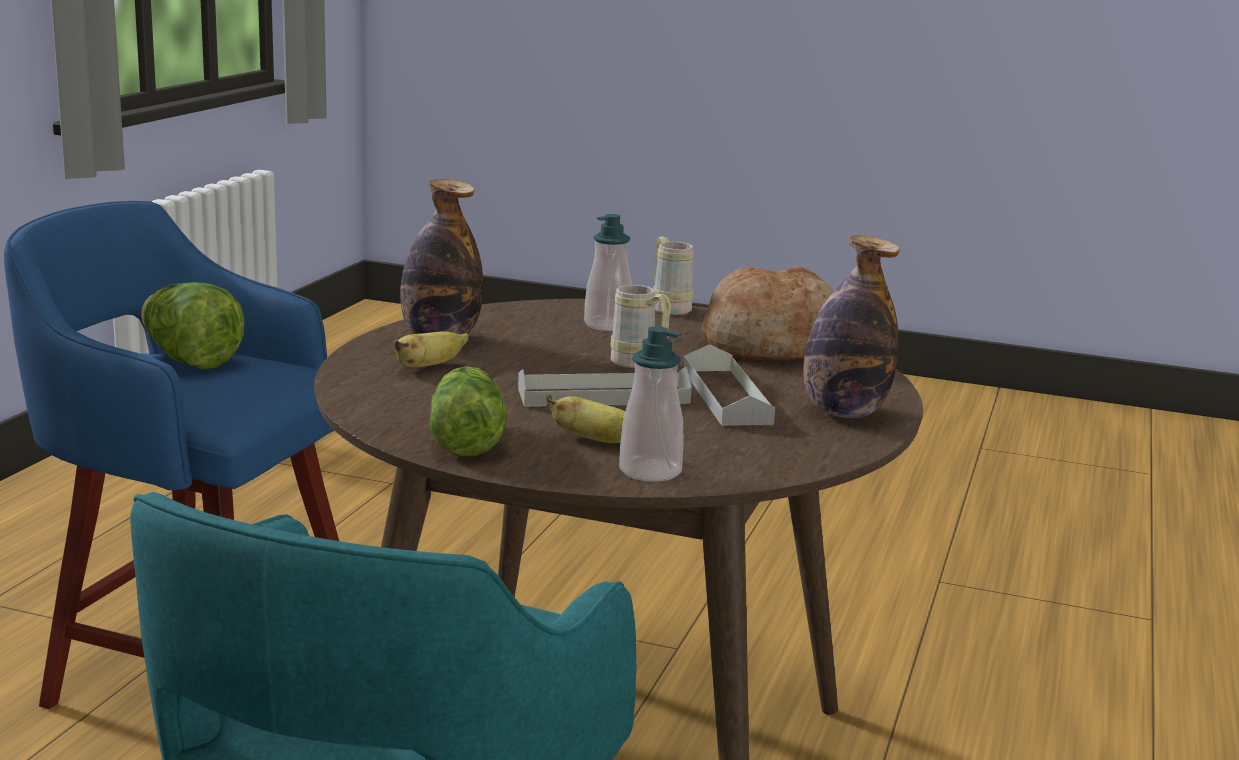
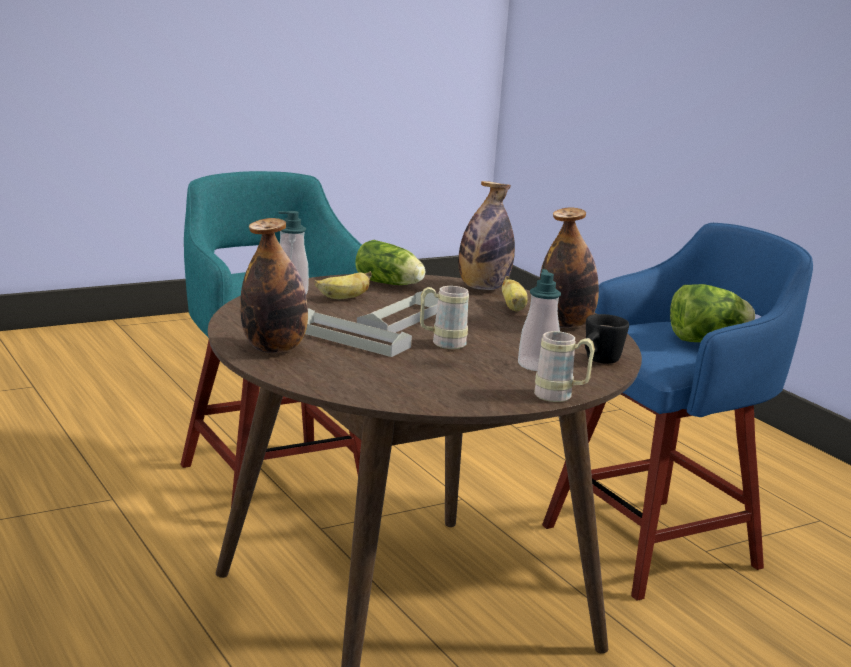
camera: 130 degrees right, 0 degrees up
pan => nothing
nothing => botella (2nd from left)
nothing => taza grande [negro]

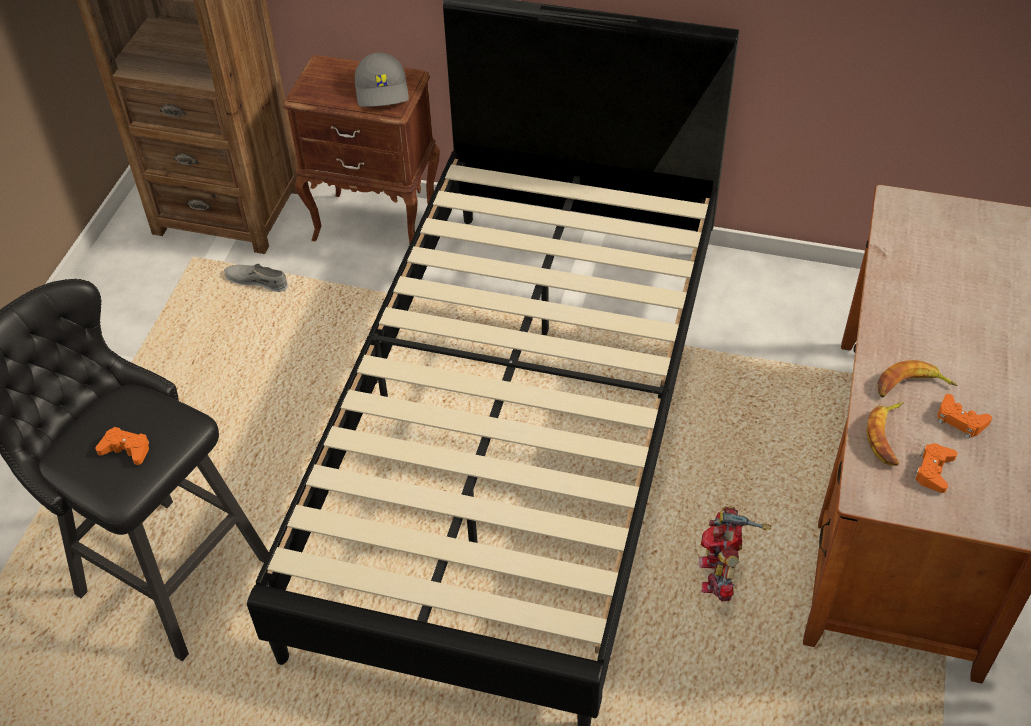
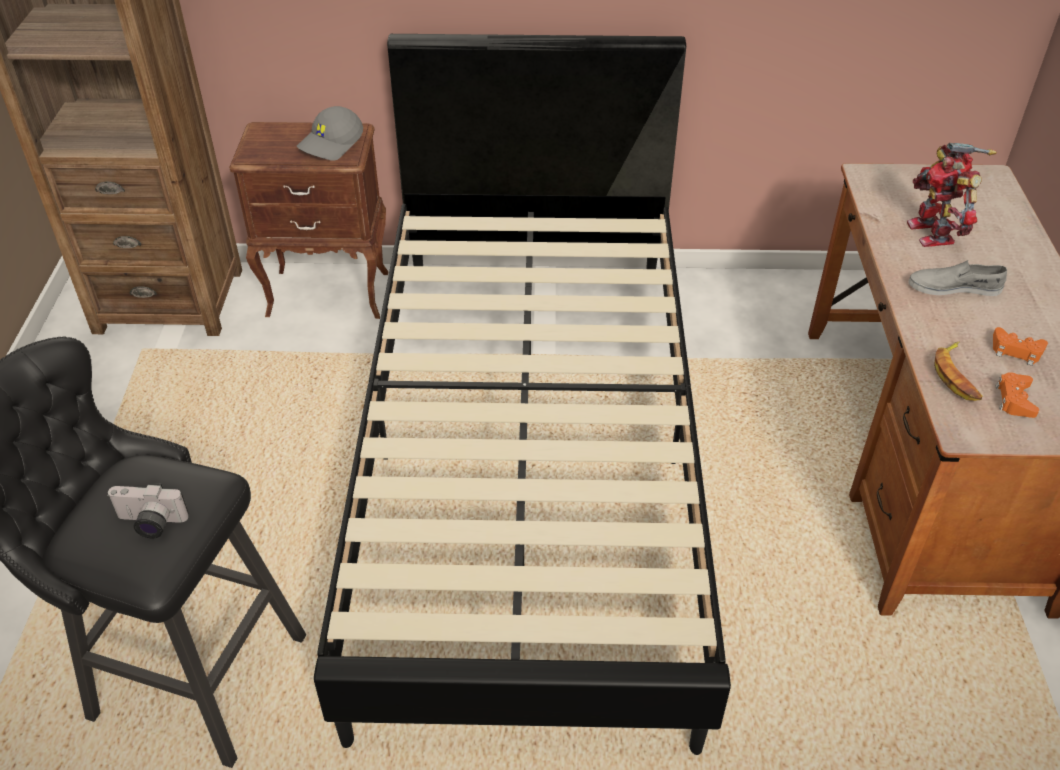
camera: 15 degrees left, 5 degrees down
mando de consola [naranja] (1st from left) => cámara
zapato [gris], move
gorra [gris], 60 degrees clockwise
robot de juguete, move
plátano (2nd from left) => nothing

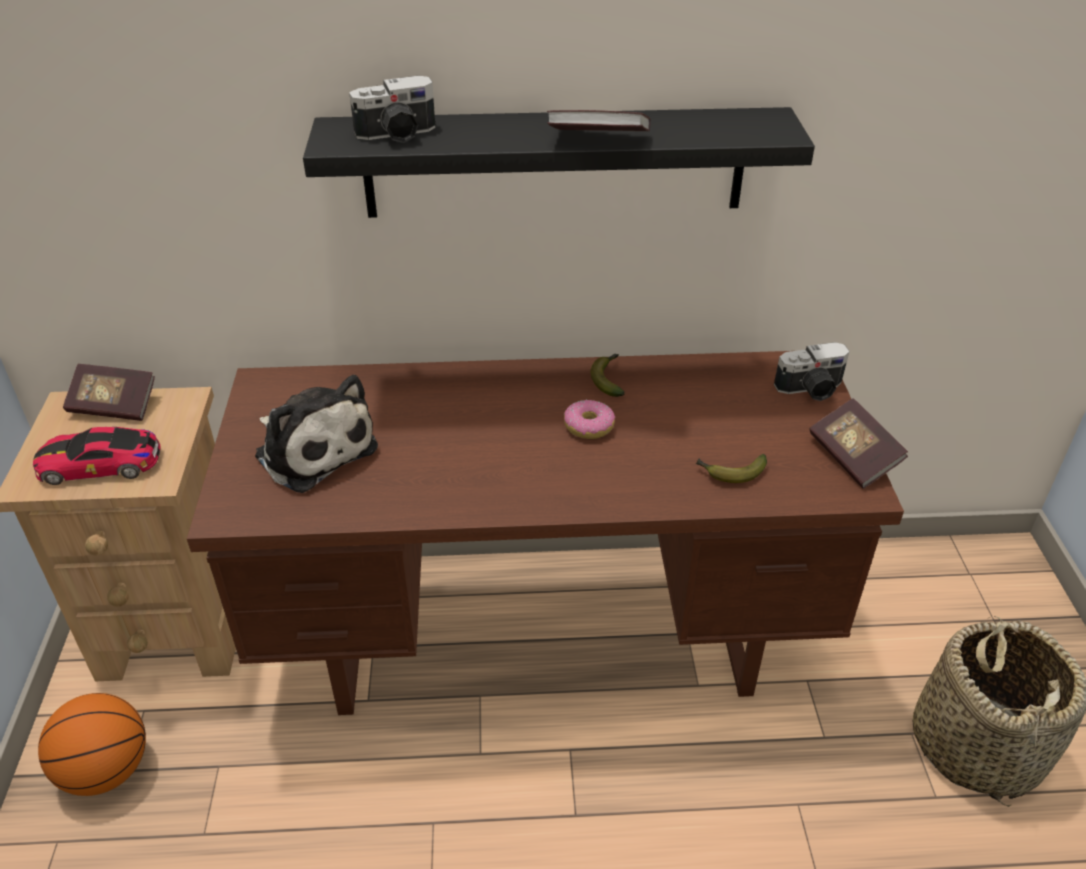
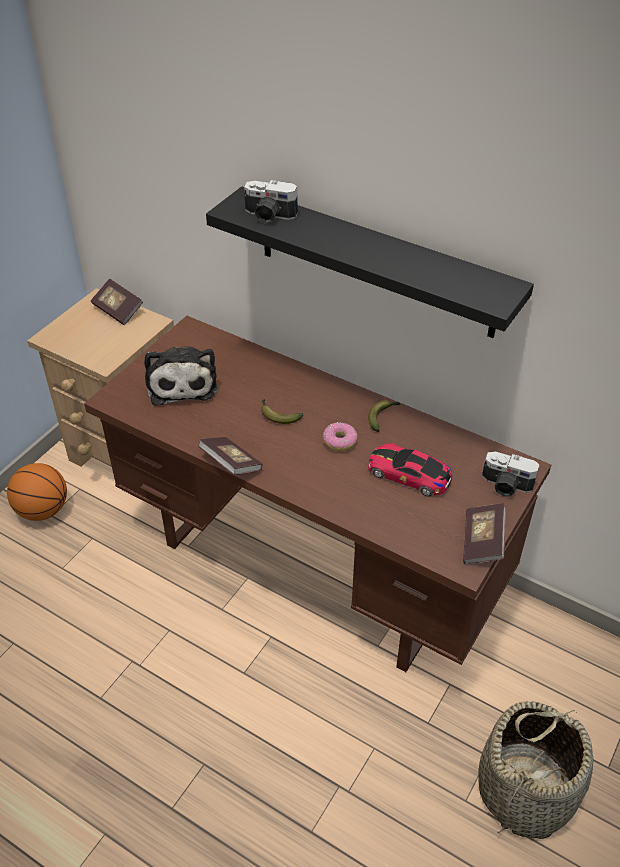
camera: 35 degrees right, 5 degrees up
coche de juguete, move
libro (2nd from left), move
plátano (2nd from left in the first image) => plátano (1st from left), move

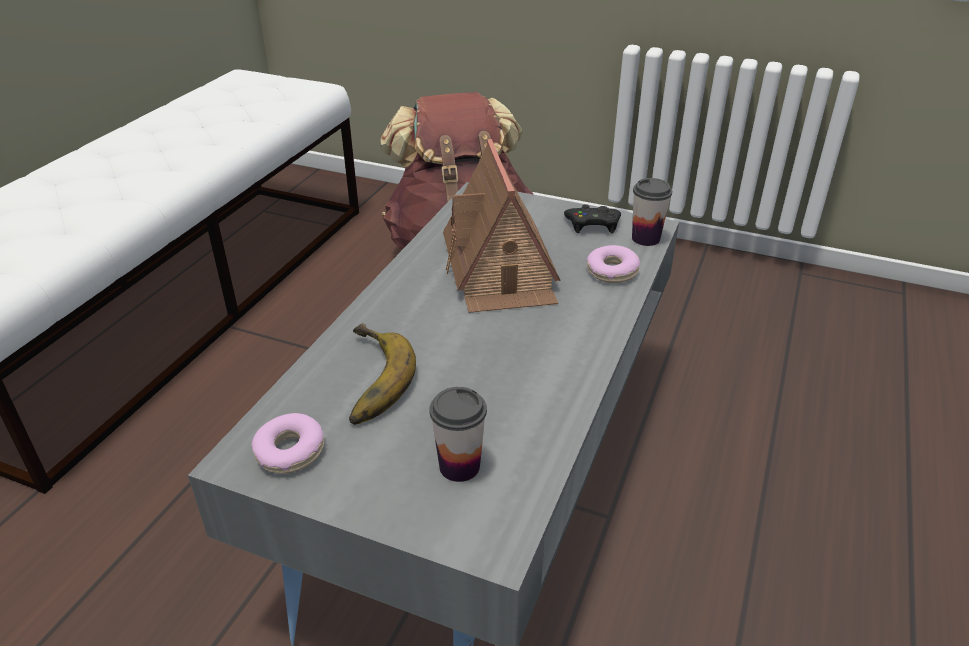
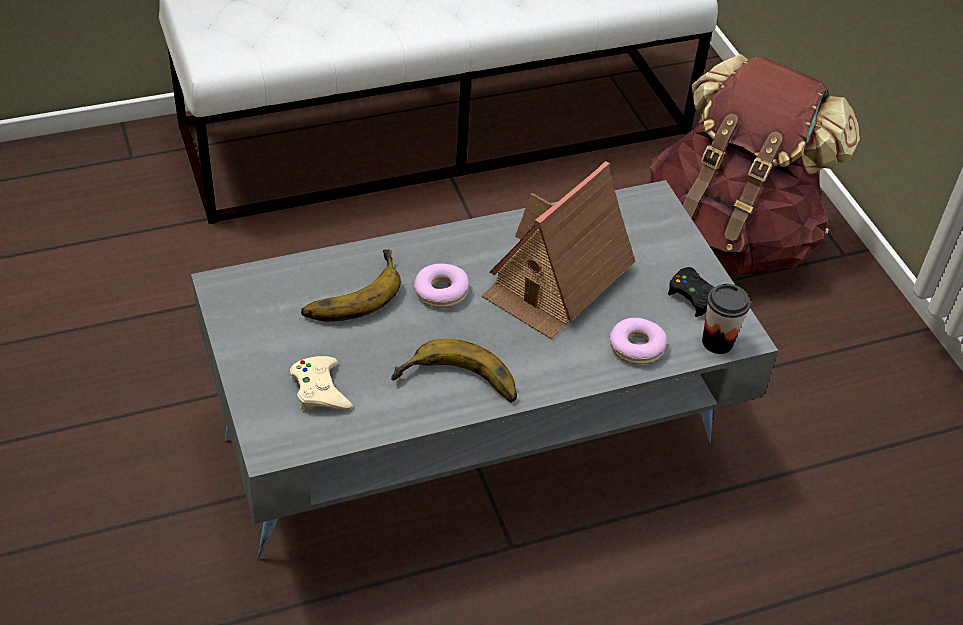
camera: 45 degrees right, 10 degrees up
rosquilla (1st from left), move
taza (1st from left) => mando de consola [beis]
nothing => plátano (2nd from left)

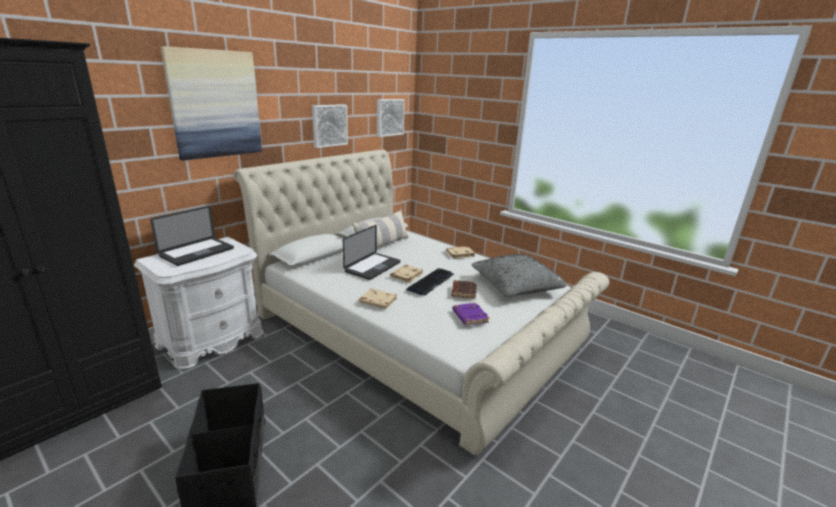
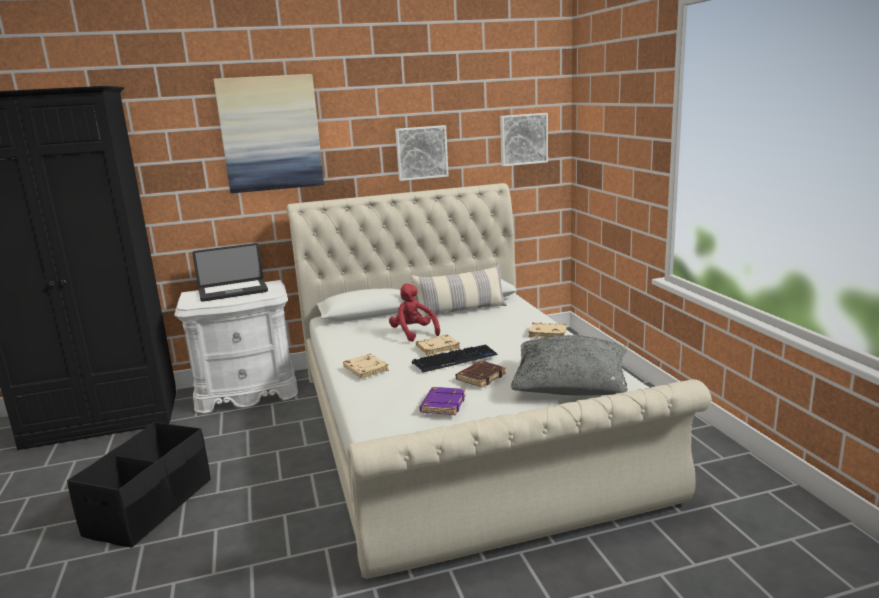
camera: 35 degrees right, 5 degrees down
portátil (2nd from left) => peluche [rojo]

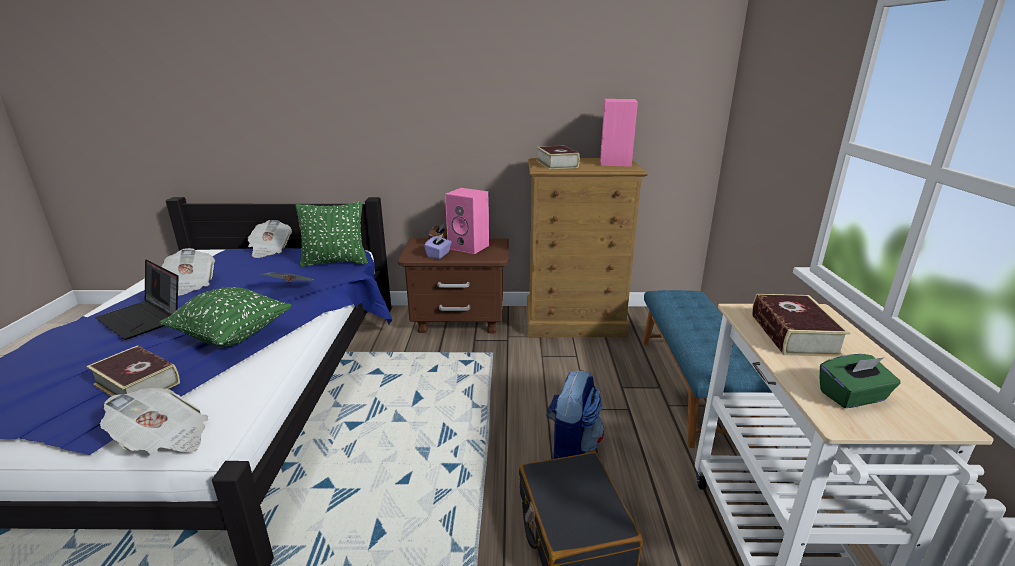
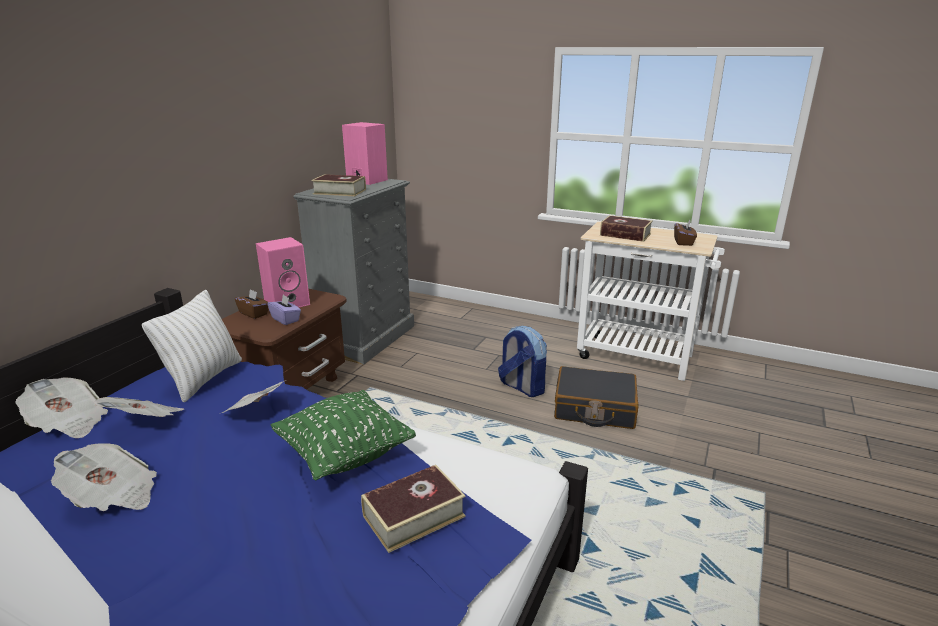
camera: 65 degrees left, 0 degrees up
portátil => nothing
periódico (1st from left in the first image) => periódico (3rd from left), move
cojín [verde] (2nd from left) => cojín [blanco]
cómoda [marrón] => cómoda [gris]
banco [azul] => nothing
caja de pañuelos [verde] => caja de pañuelos [marrón] (2nd from left)

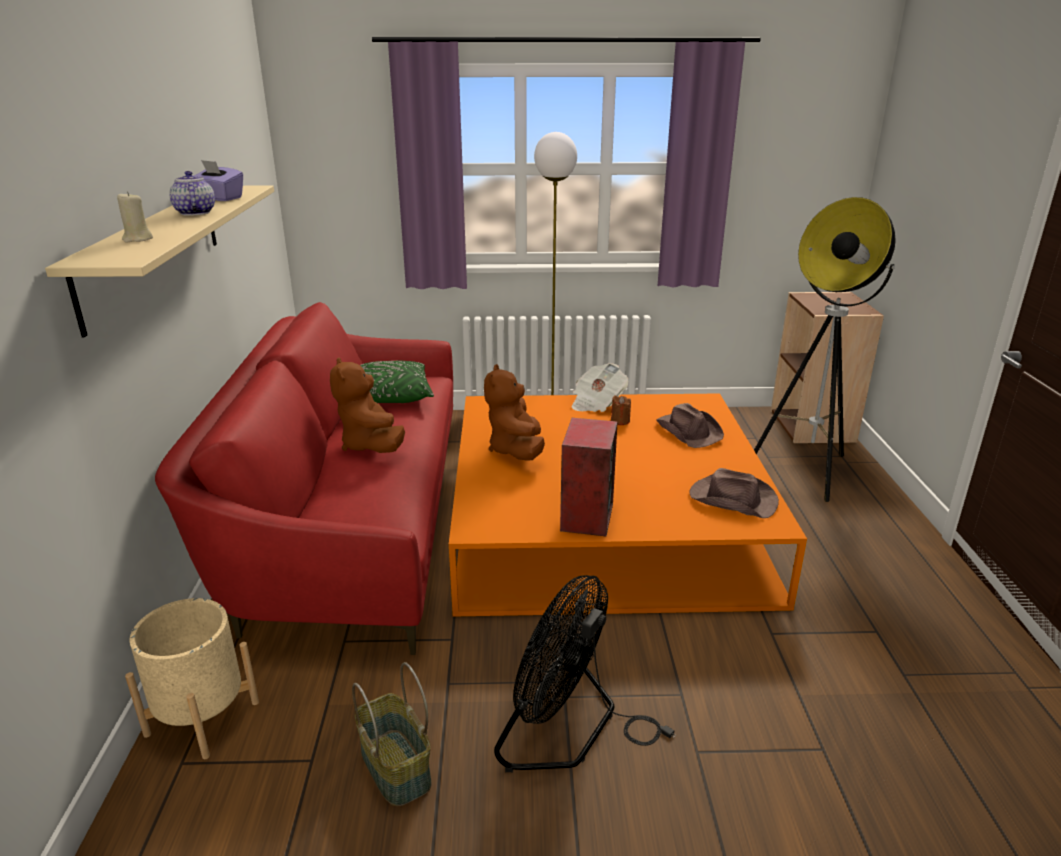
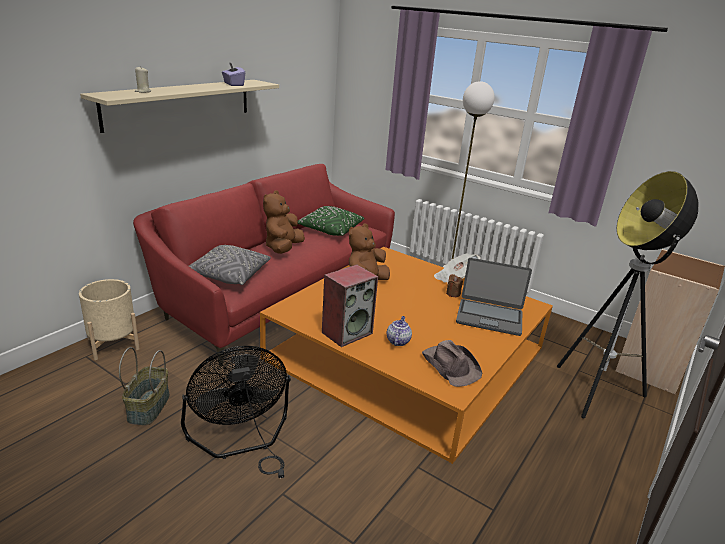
camera: 35 degrees right, 0 degrees up
tetera, move
sombrero [marrón] (1st from left) => portátil
nothing => cojín [gris]

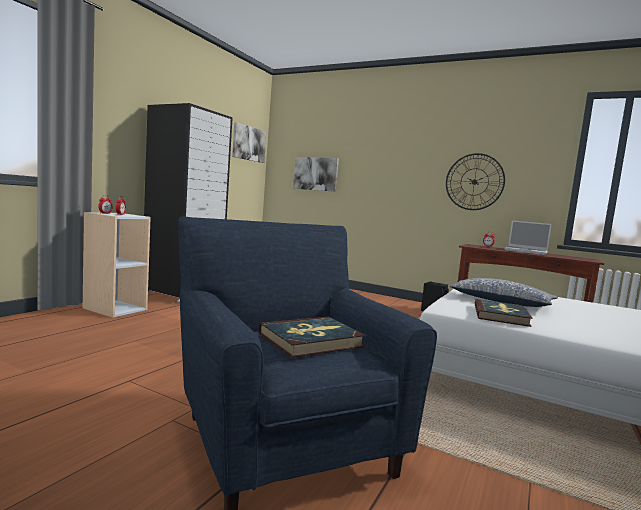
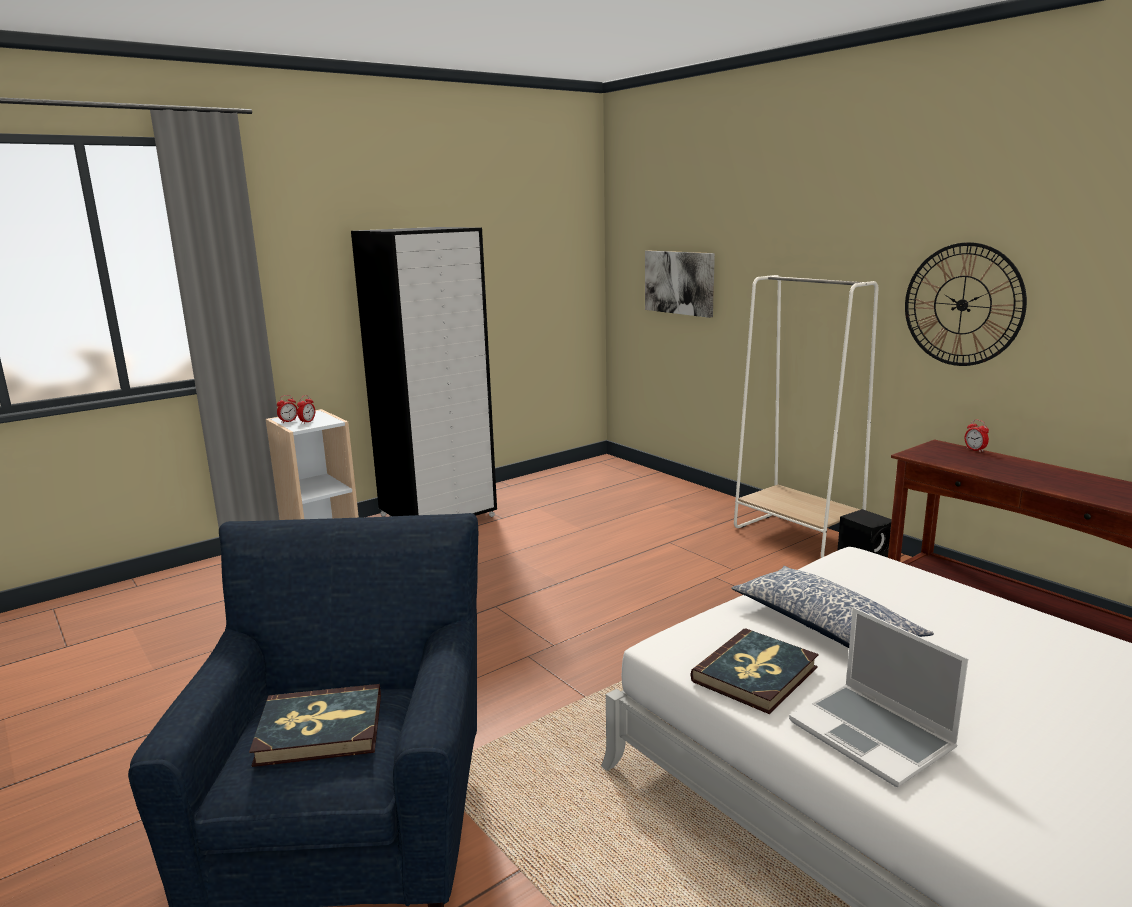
camera: 25 degrees right, 10 degrees up
cuadro (1st from left) => nothing
portátil, move
nothing => perchero

